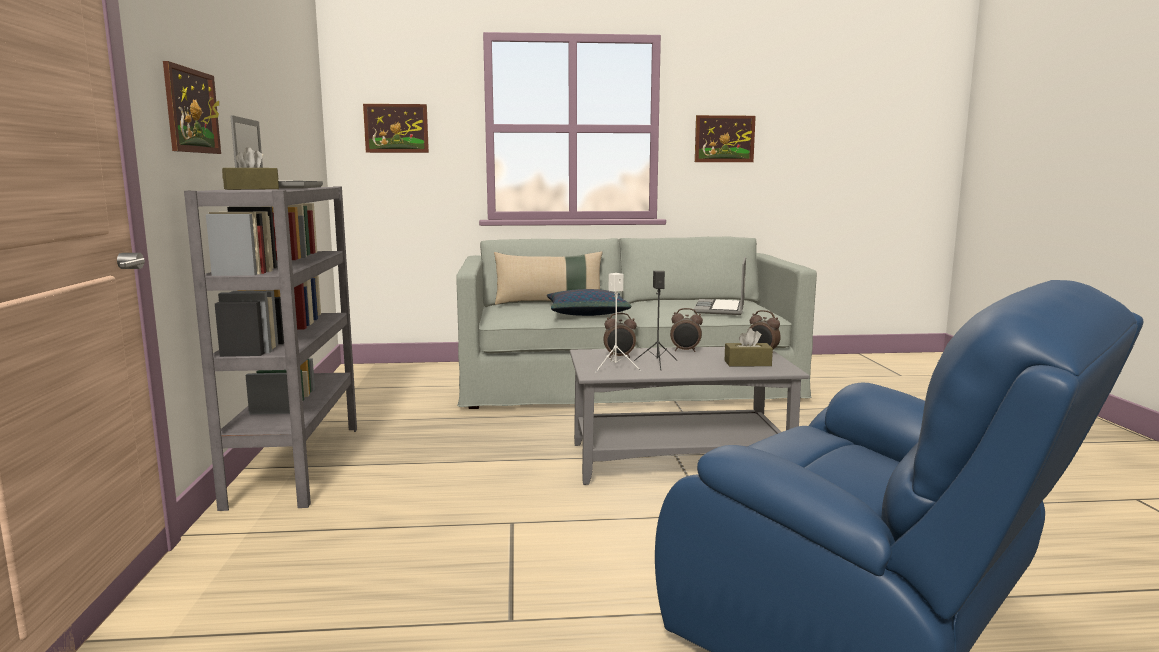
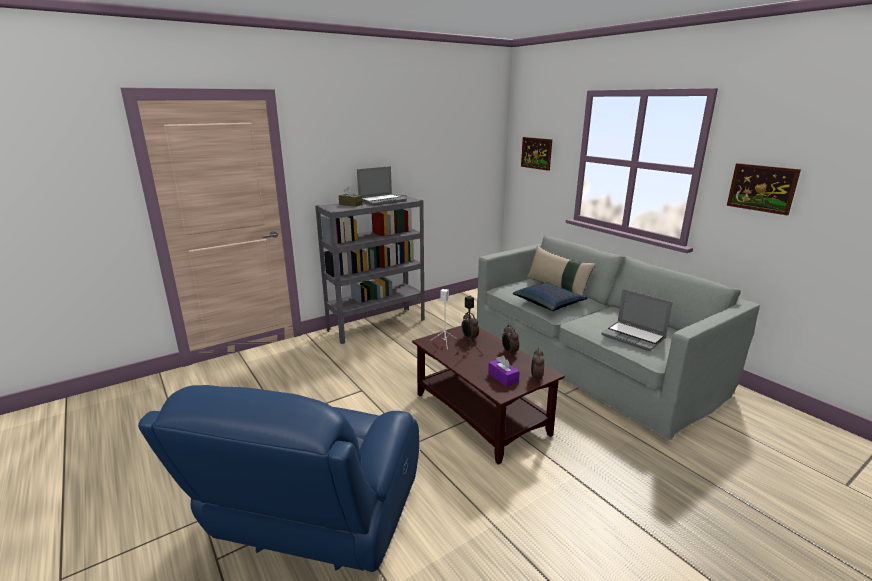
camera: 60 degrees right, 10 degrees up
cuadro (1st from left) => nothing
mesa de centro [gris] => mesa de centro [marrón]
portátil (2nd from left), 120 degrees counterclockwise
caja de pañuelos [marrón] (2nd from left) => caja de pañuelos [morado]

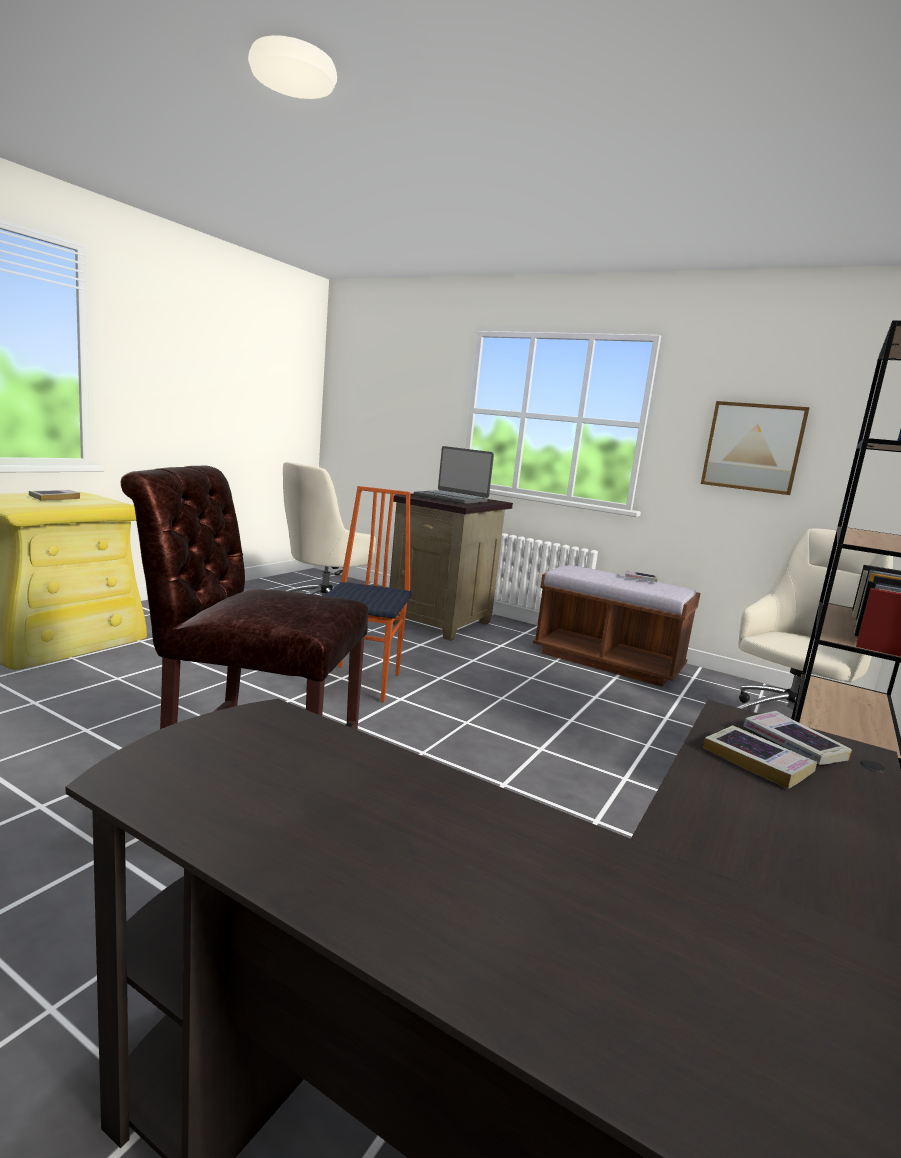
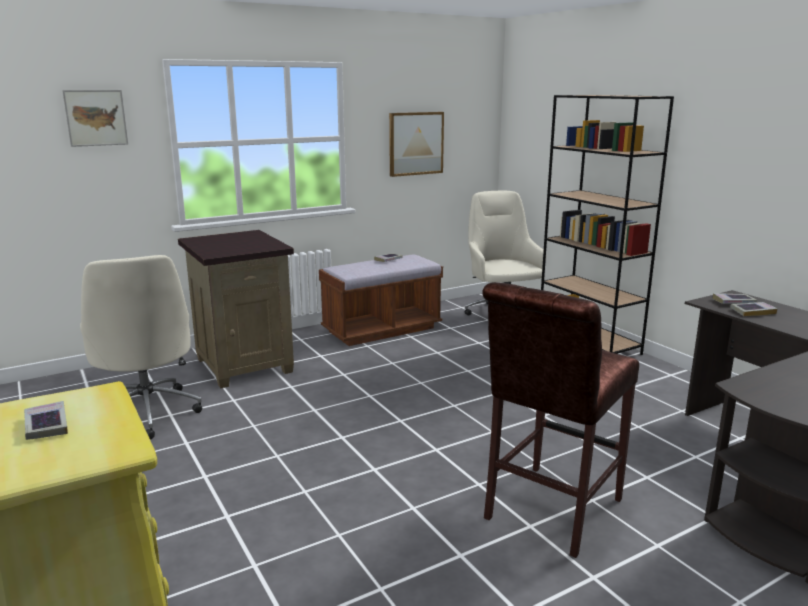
camera: 60 degrees left, 5 degrees up
silla => nothing
portátil => nothing
nothing => cuadro (1st from left)

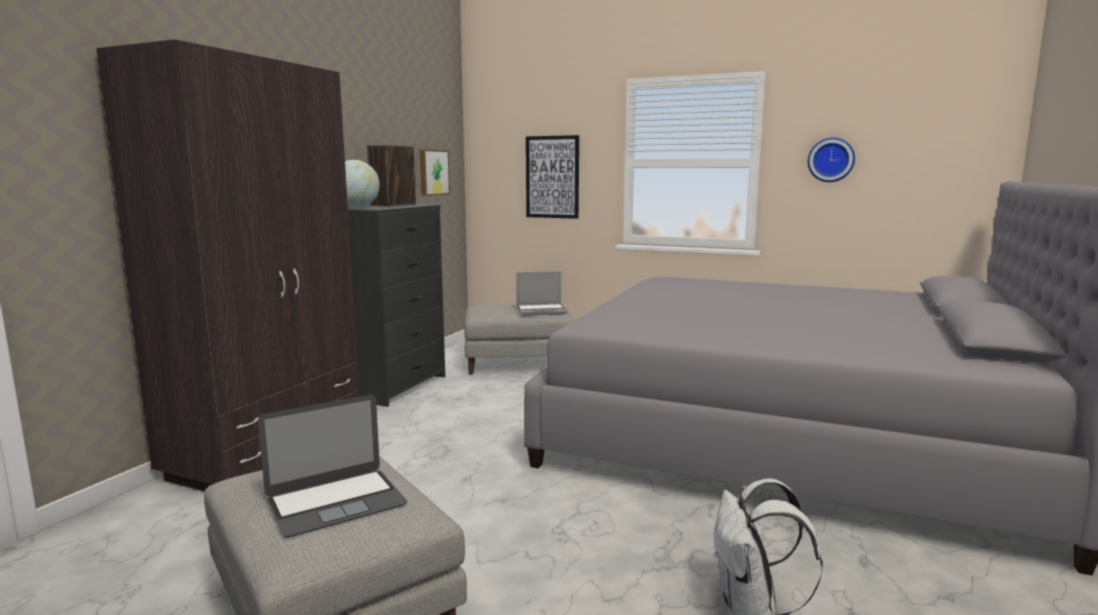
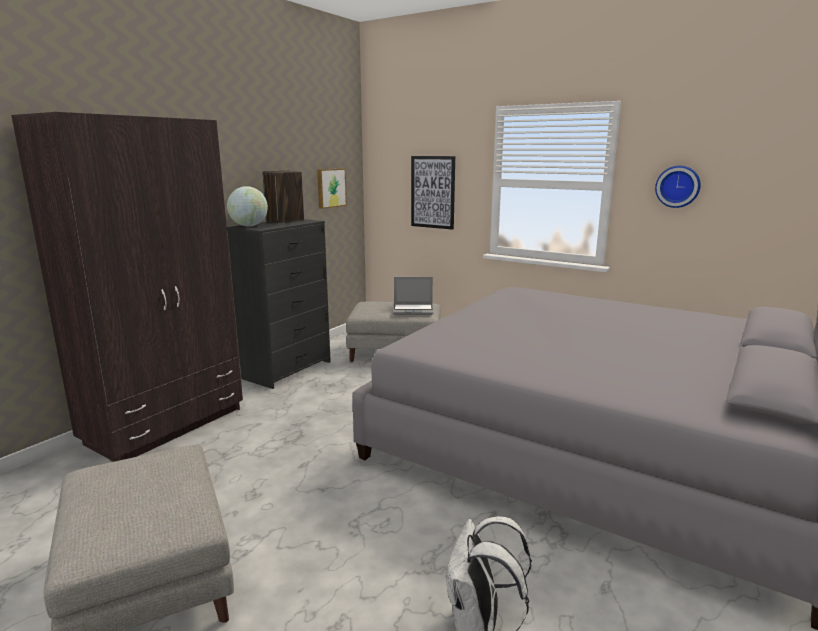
camera: 10 degrees right, 5 degrees up
portátil (1st from left) => nothing

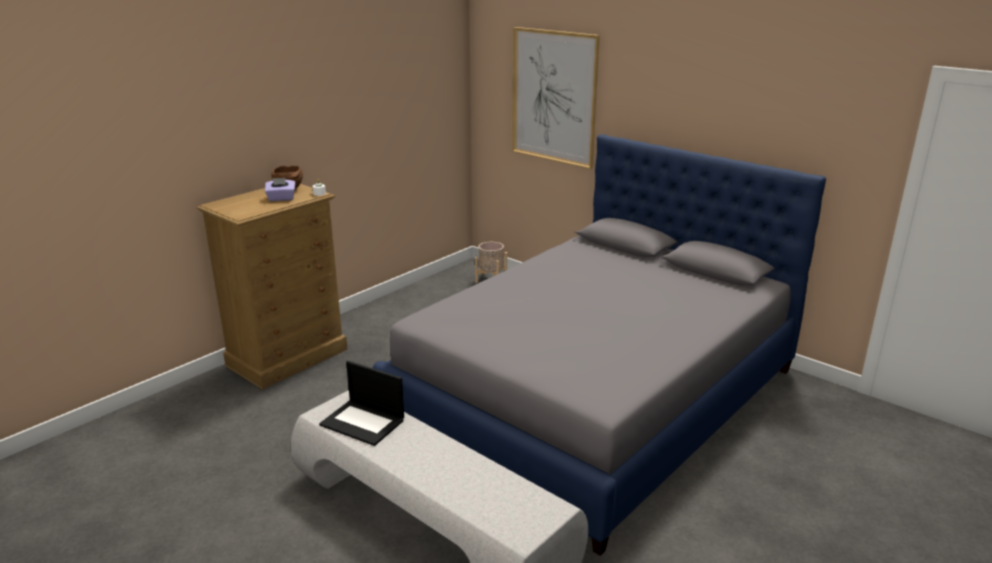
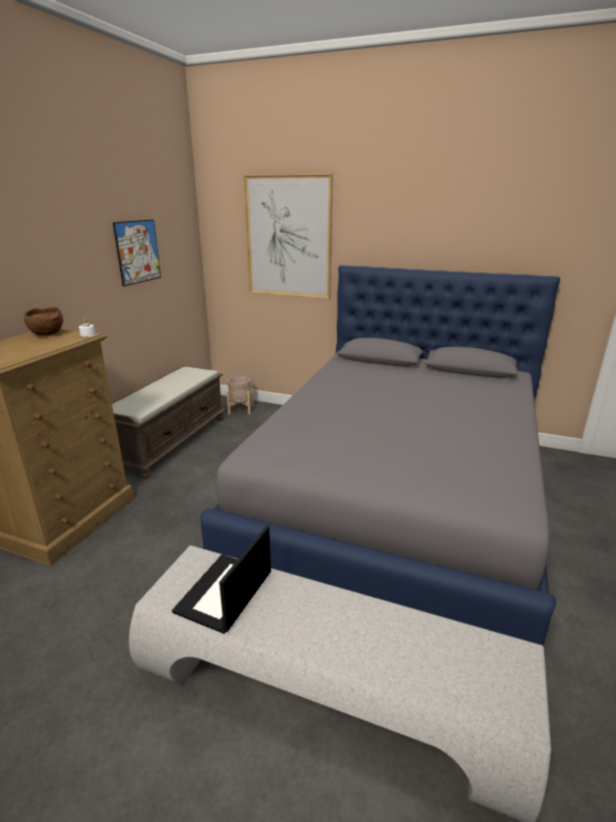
camera: 20 degrees left, 0 degrees up
caja de pañuelos [morado] => nothing
portátil, 105 degrees clockwise
nothing => banco [marrón]
nothing => cuadro (1st from left)

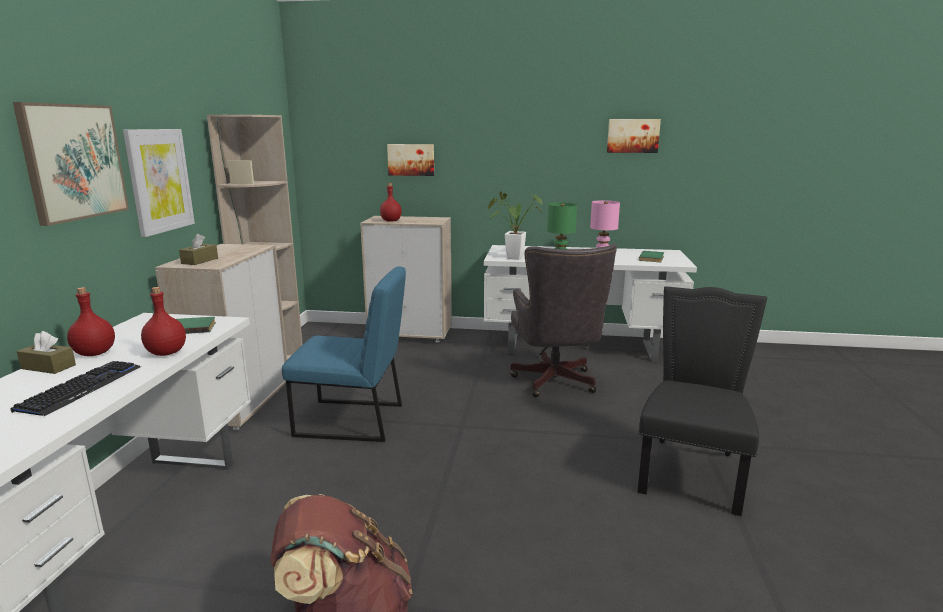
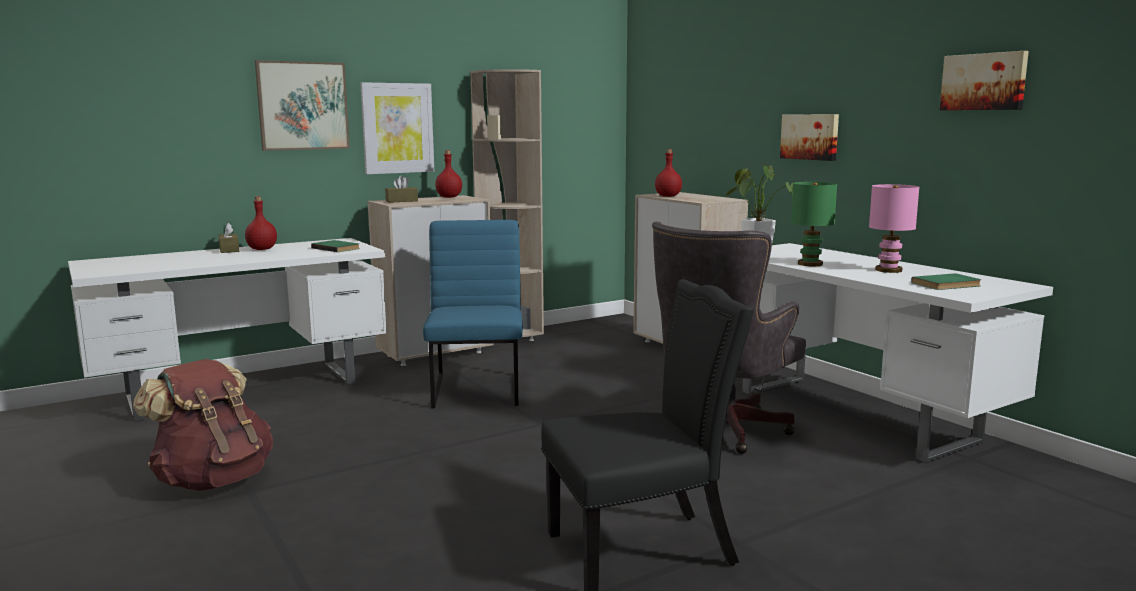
camera: 50 degrees right, 5 degrees down
teclado => nothing
botella [rojo] (2nd from left), move
silla [azul], 150 degrees counterclockwise
cuadro (3rd from left), move

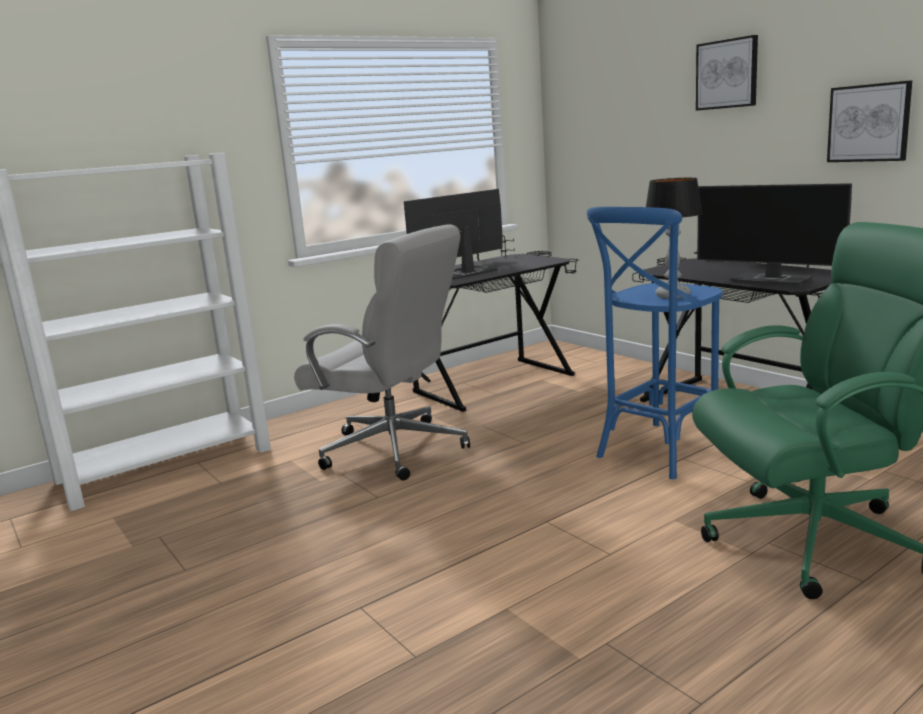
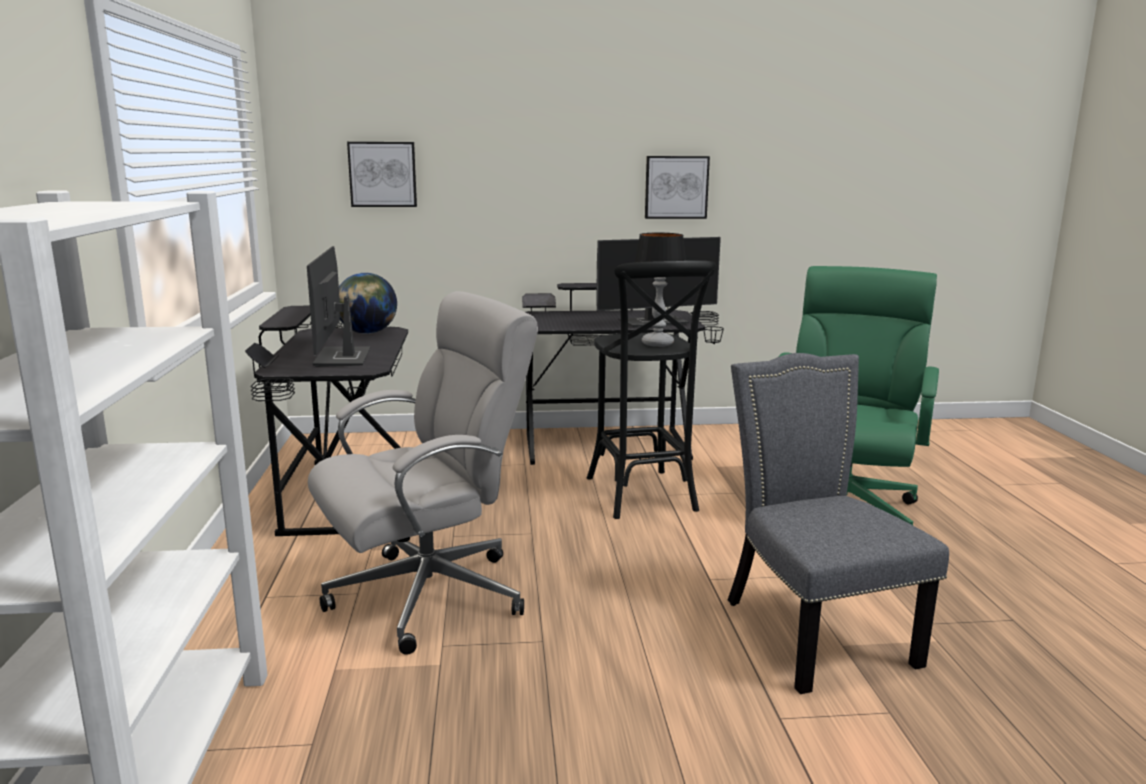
camera: 60 degrees left, 0 degrees up
taburete [azul] => taburete [negro]
cuadro (1st from left), move
nothing => globo terráqueo
nothing => silla [gris]

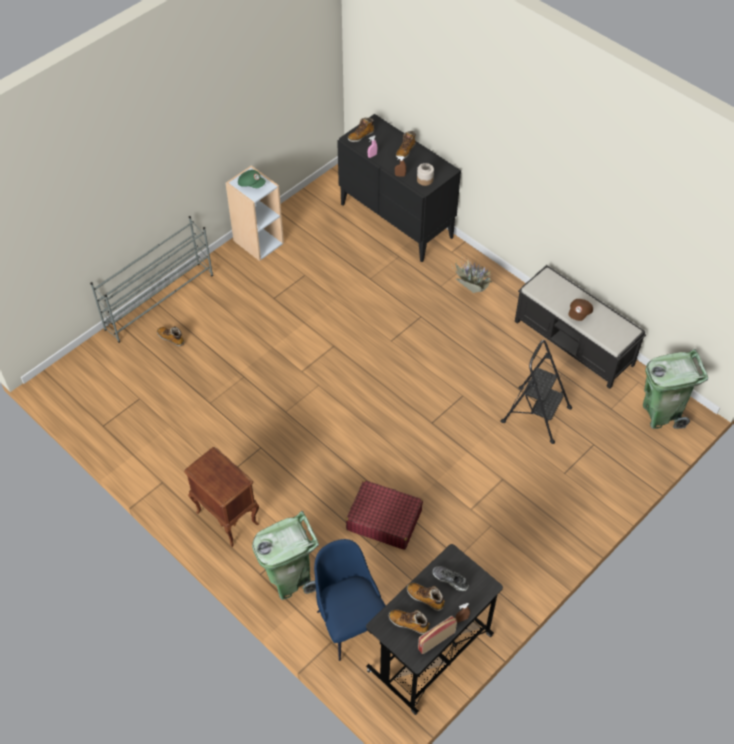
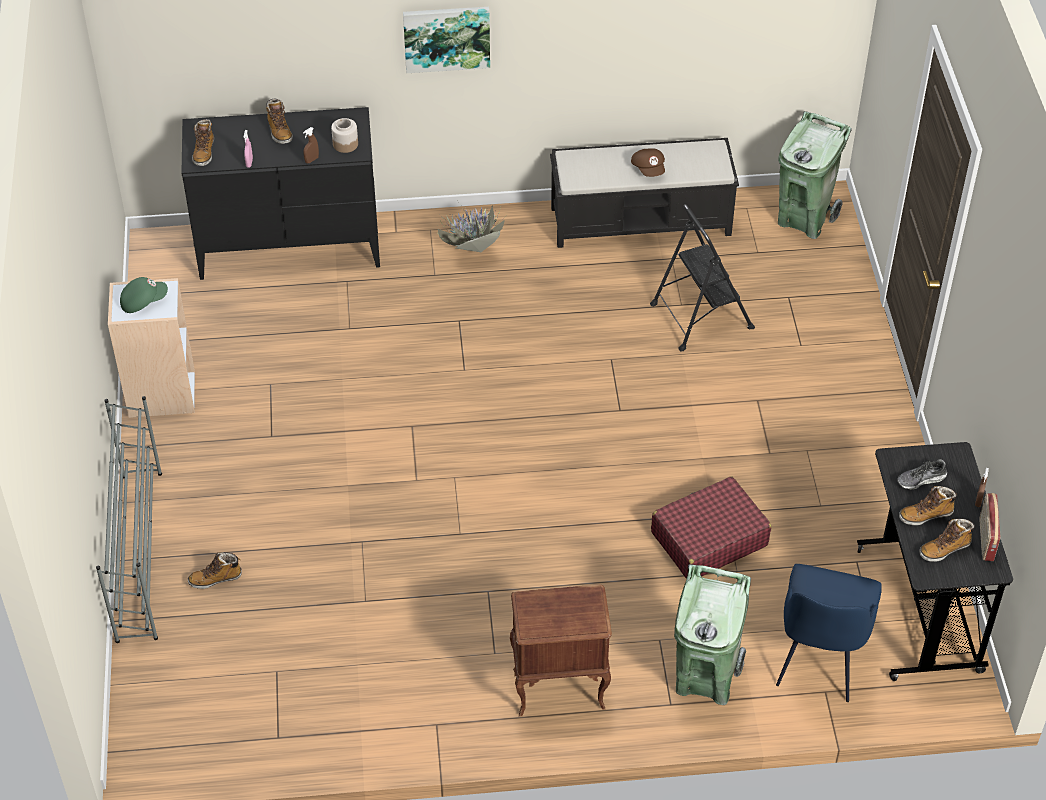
camera: 50 degrees left, 5 degrees down
silla [azul], 90 degrees counterclockwise
nothing => cuadro

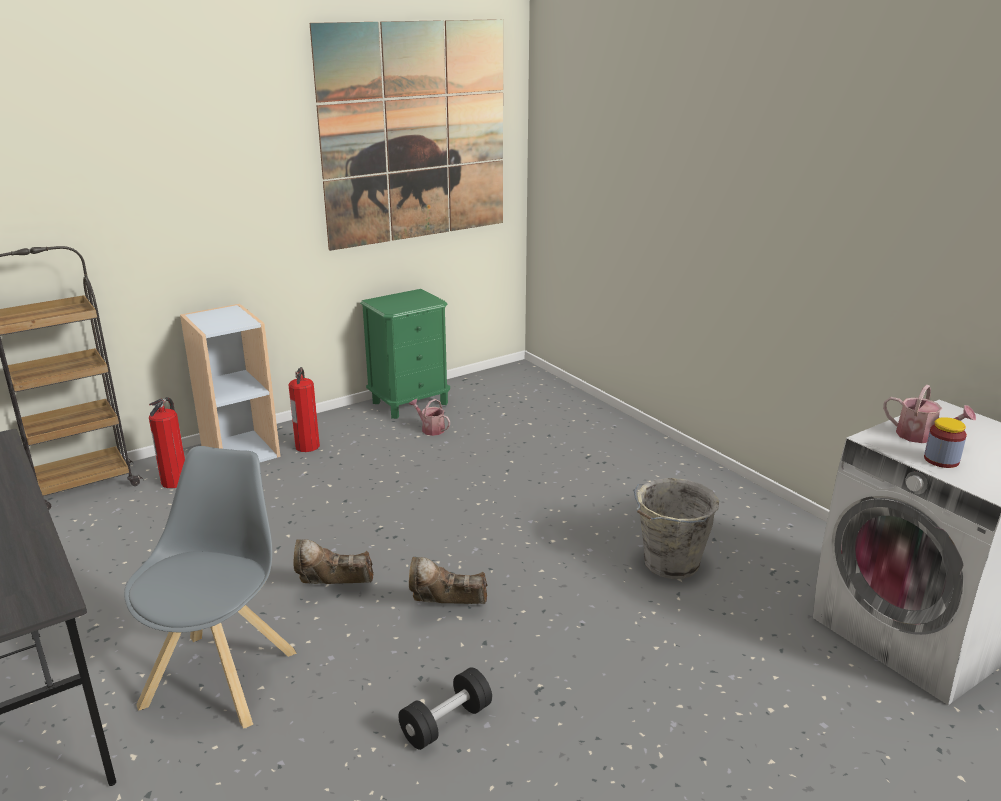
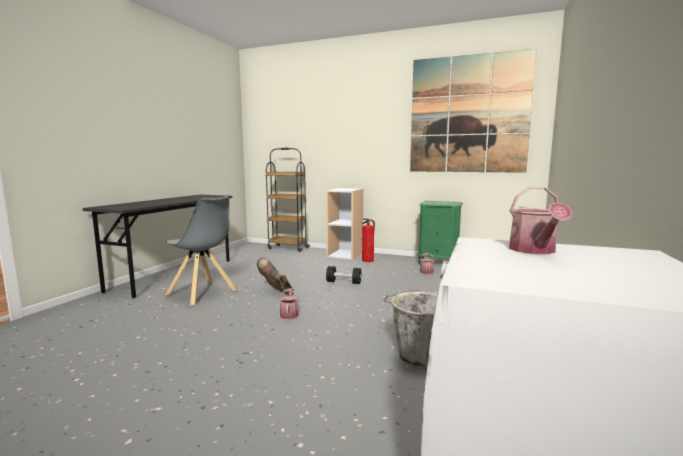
camera: 55 degrees right, 15 degrees down
silla [gris], 60 degrees clockwise
extintor (1st from left) => nothing
mancuerna [negro], move
bota [marrón] (2nd from left) => regadera (1st from left)
tarro => nothing

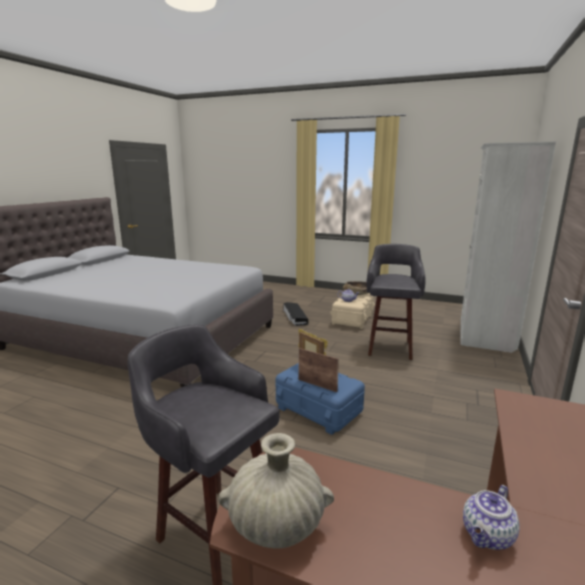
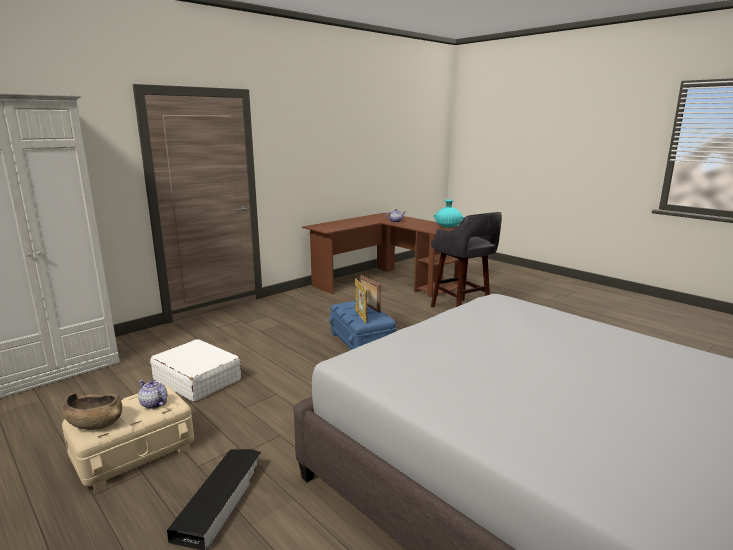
camera: 155 degrees left, 0 degrees up
florero [beis] => florero [turquesa]
taburete [gris] (2nd from left) => maleta [blanco]

